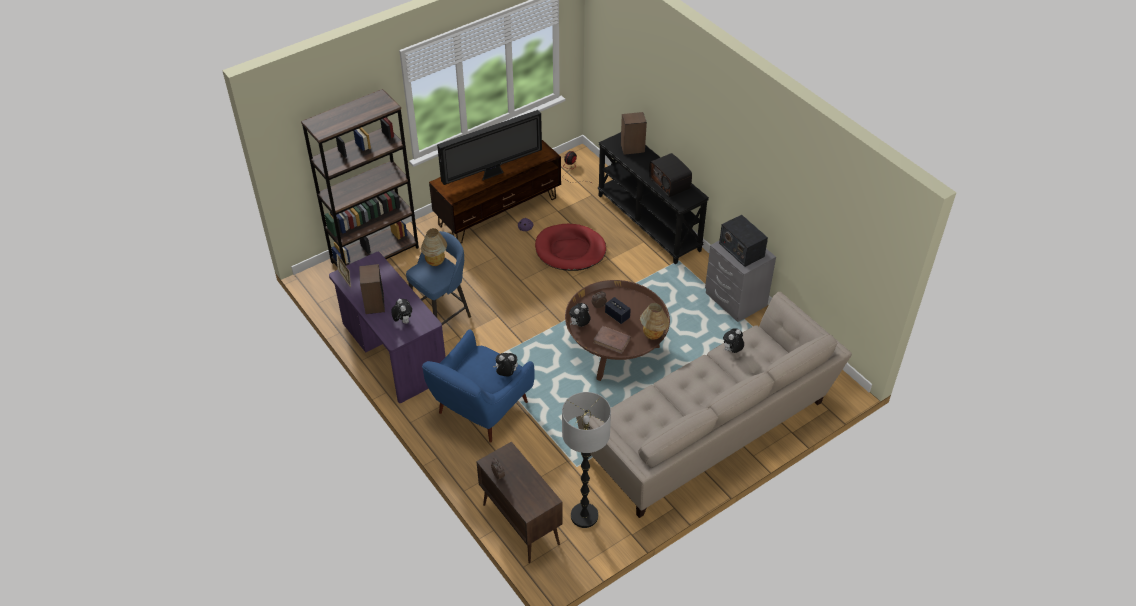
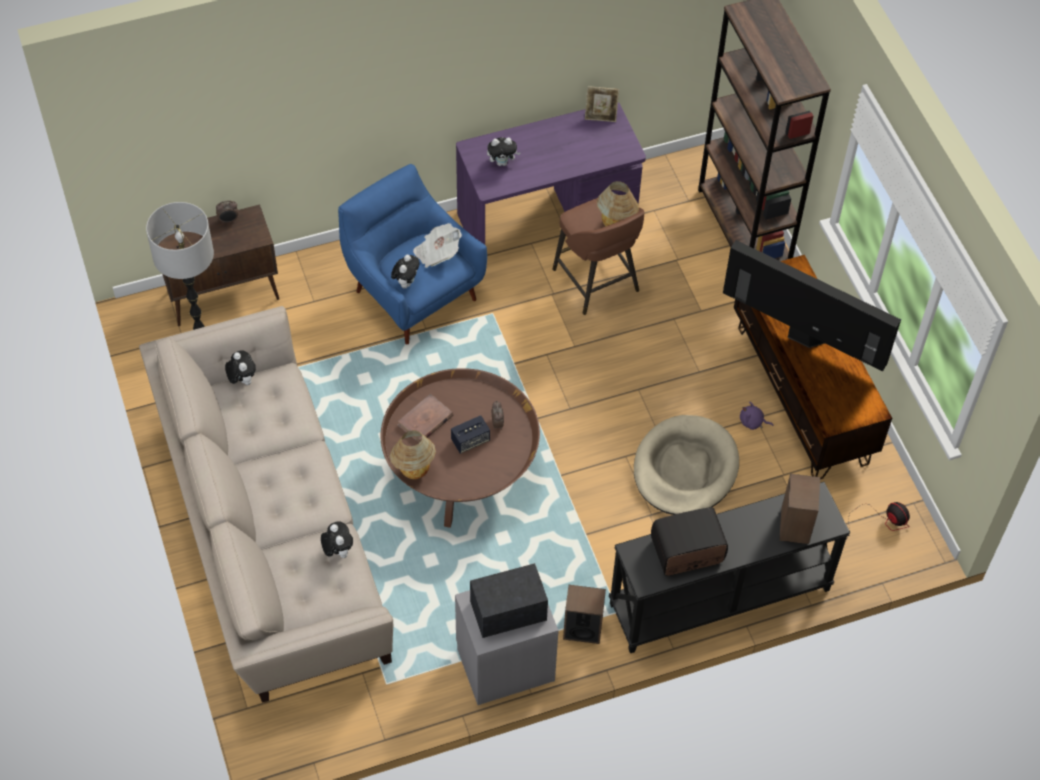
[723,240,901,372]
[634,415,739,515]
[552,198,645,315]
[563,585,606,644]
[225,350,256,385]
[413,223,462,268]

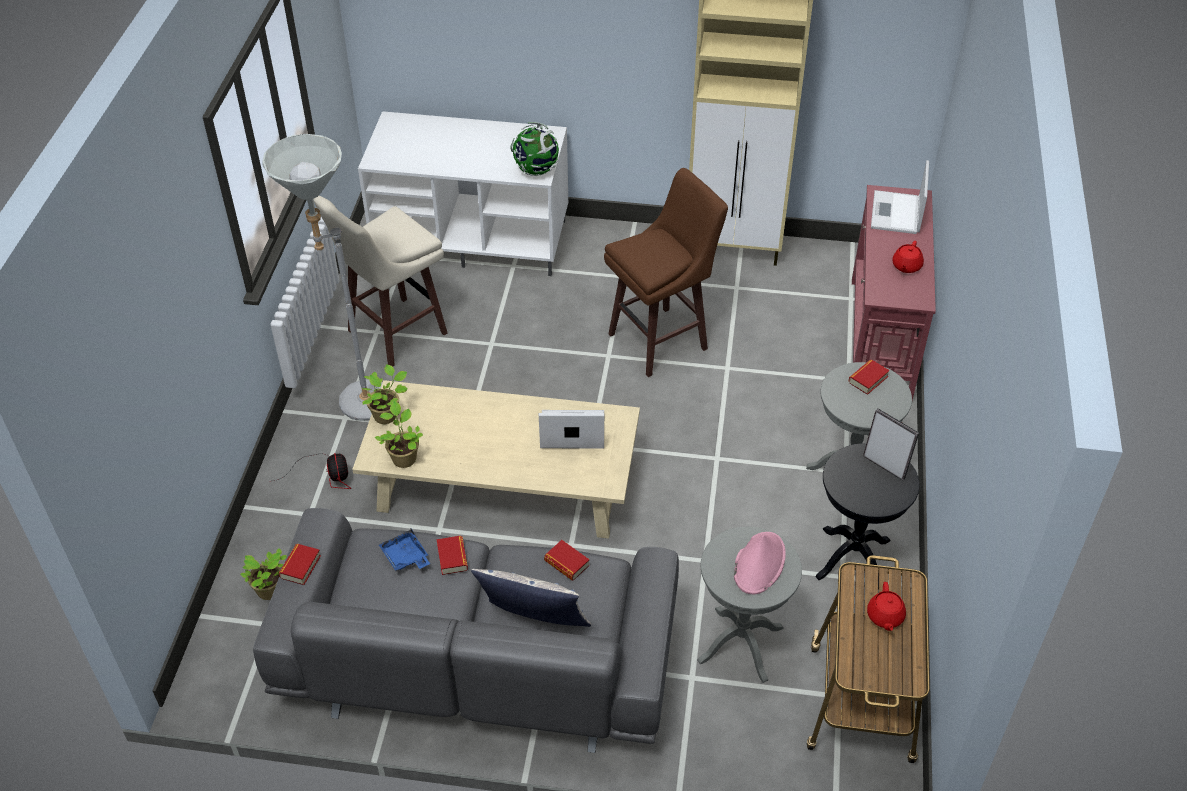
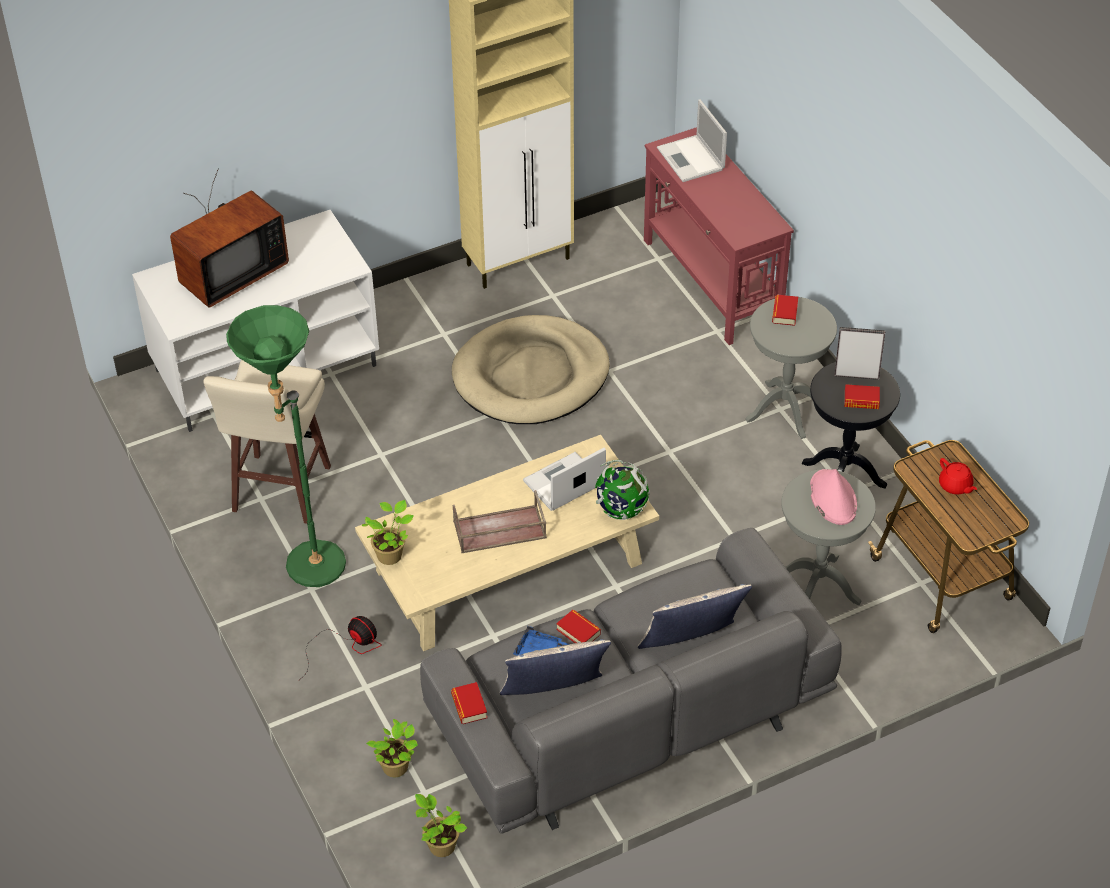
[595,460,650,520]
[226,305,346,587]
[452,315,610,424]
[892,241,924,273] (first image)
[415,794,467,857]
[844,384,880,409]
[170,169,289,307]
[453,490,547,553]
[500,639,611,695]

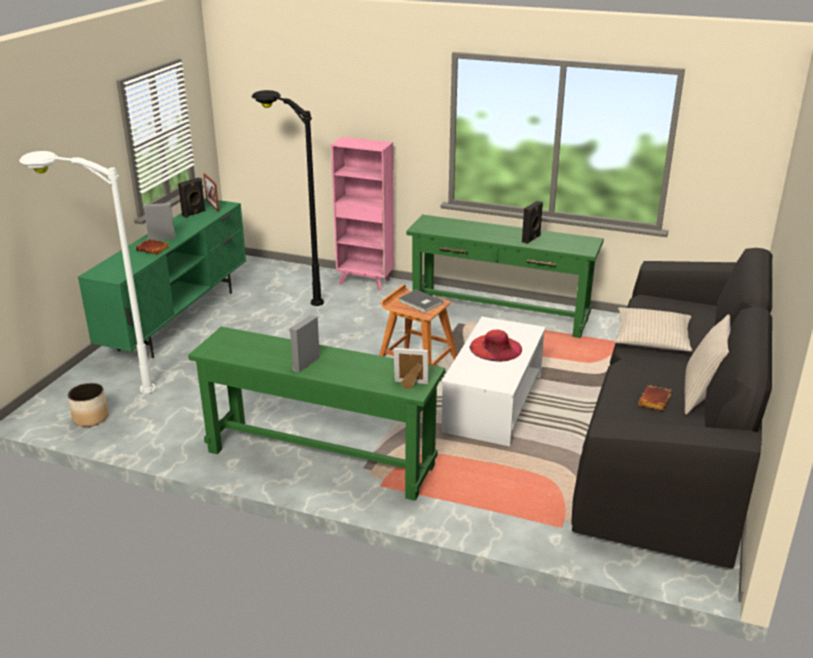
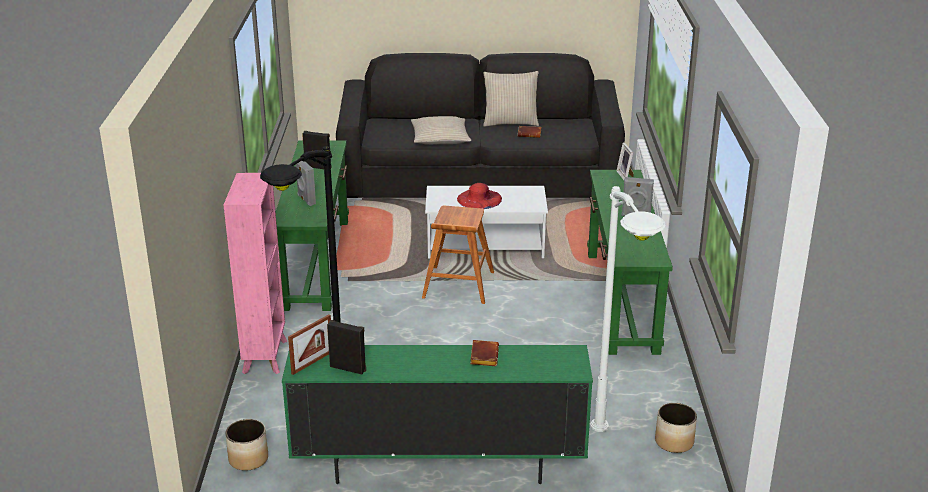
[295,159,316,206]
[398,290,443,313] (first image)
[225,419,268,471]

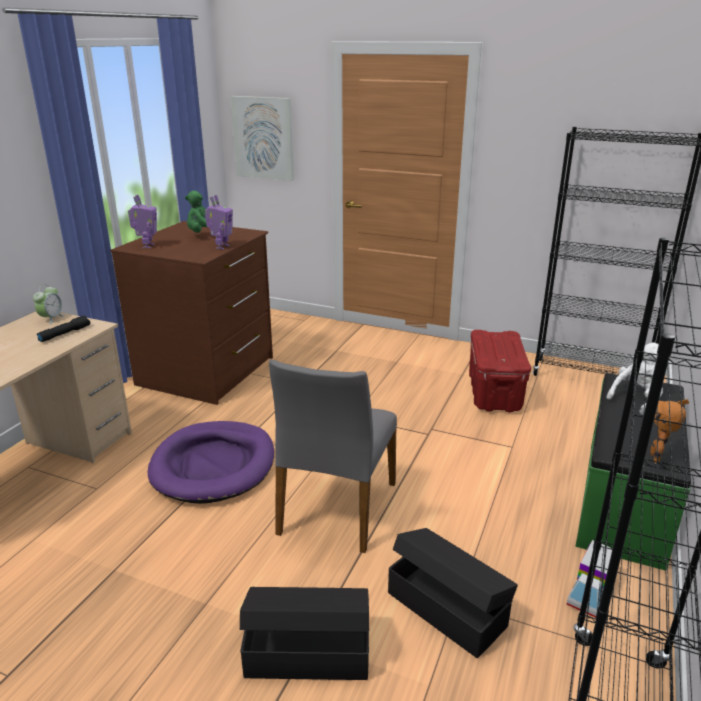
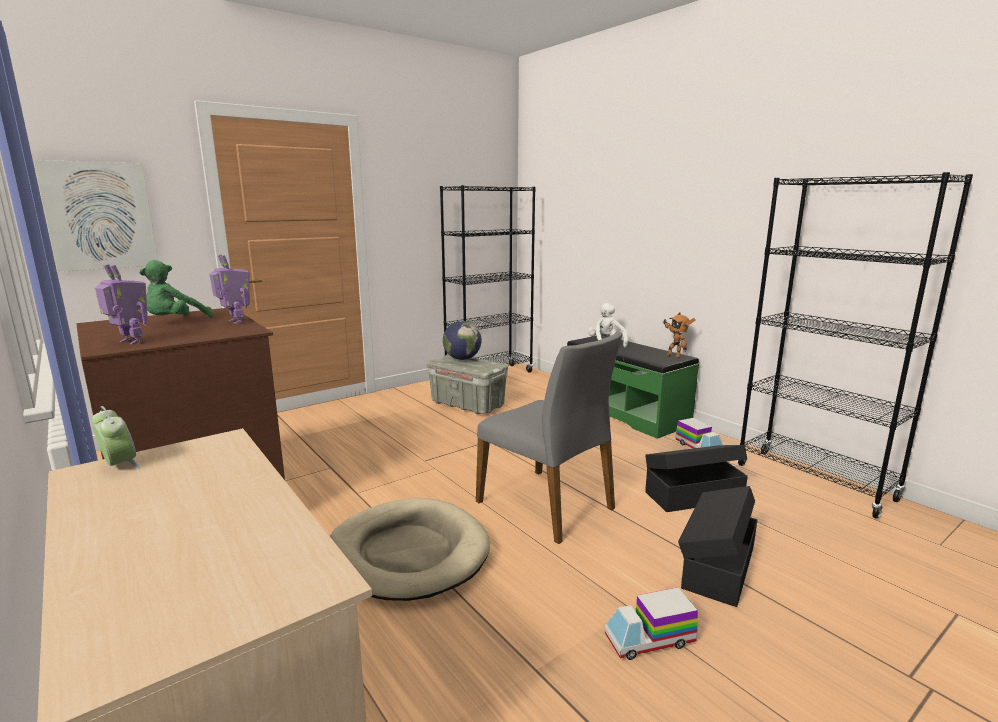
[37,315,90,342] (first image)
[427,354,508,414]
[330,498,490,601]
[443,321,482,360]
[604,587,698,660]

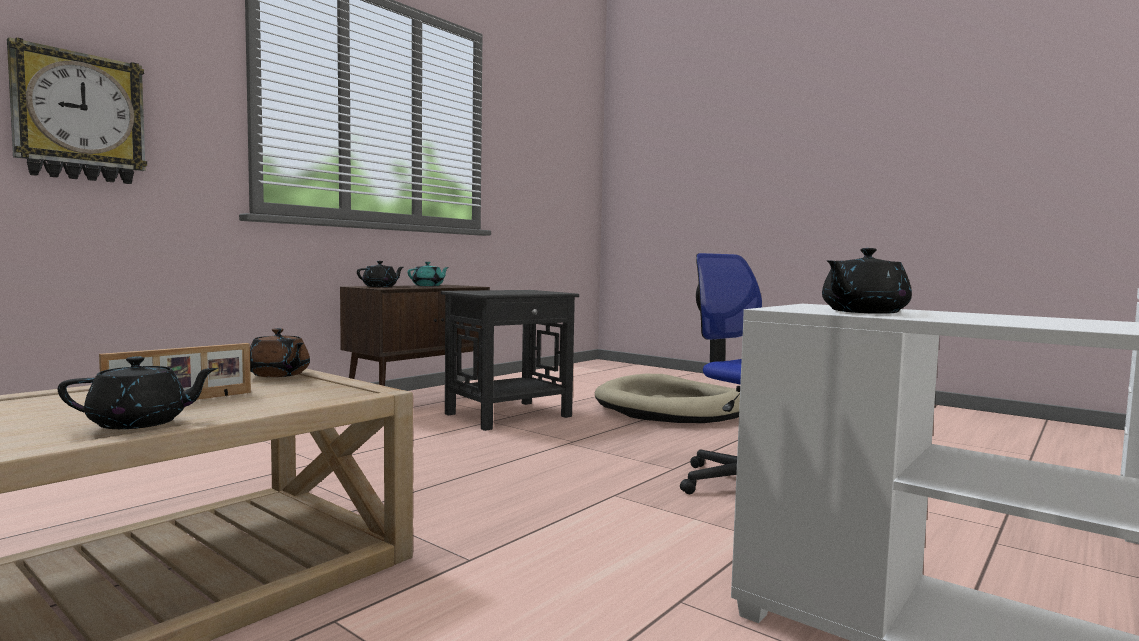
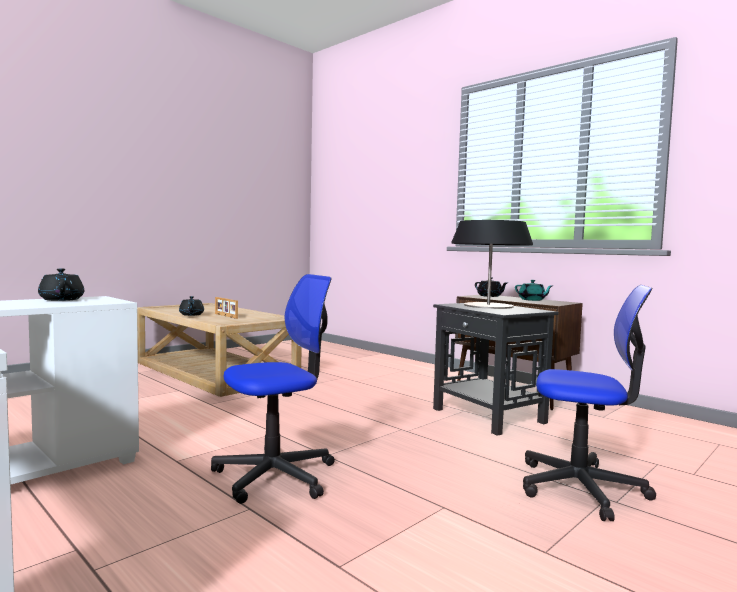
[7,37,147,184] (first image)
[250,328,310,377] (first image)
[523,285,656,521]
[451,220,533,309]

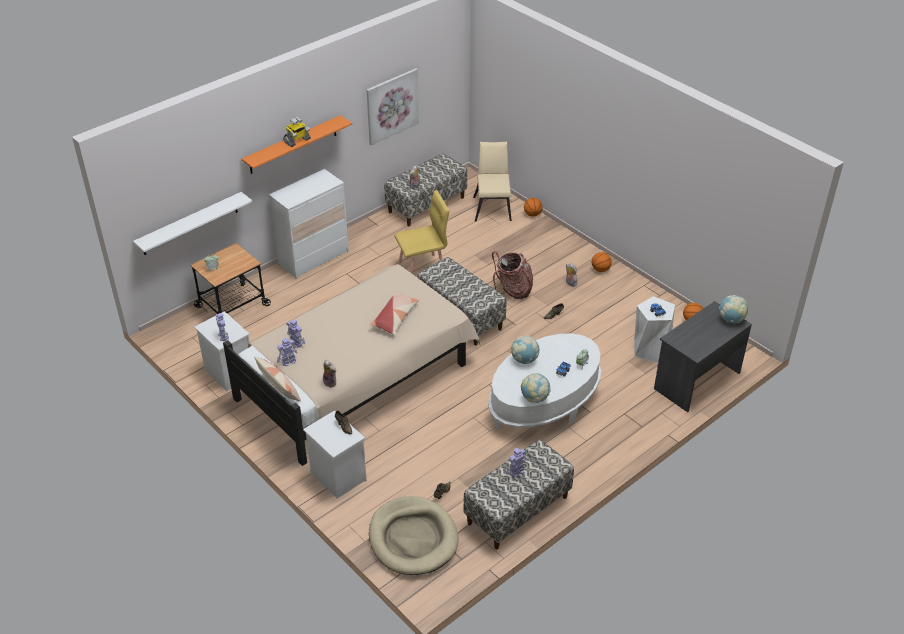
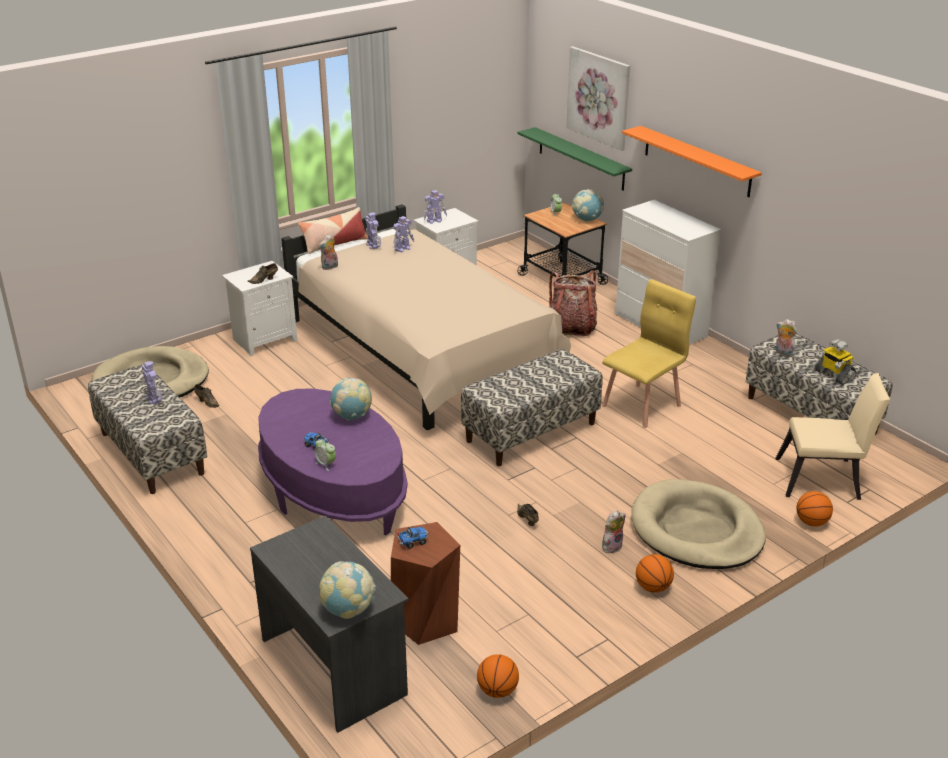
[566,46,630,151]
[814,339,857,385]
[602,279,696,428]
[517,127,632,191]
[549,270,597,336]
[370,291,419,335] (first image)
[391,522,460,645]
[258,388,408,536]
[572,189,604,222]
[631,479,766,569]

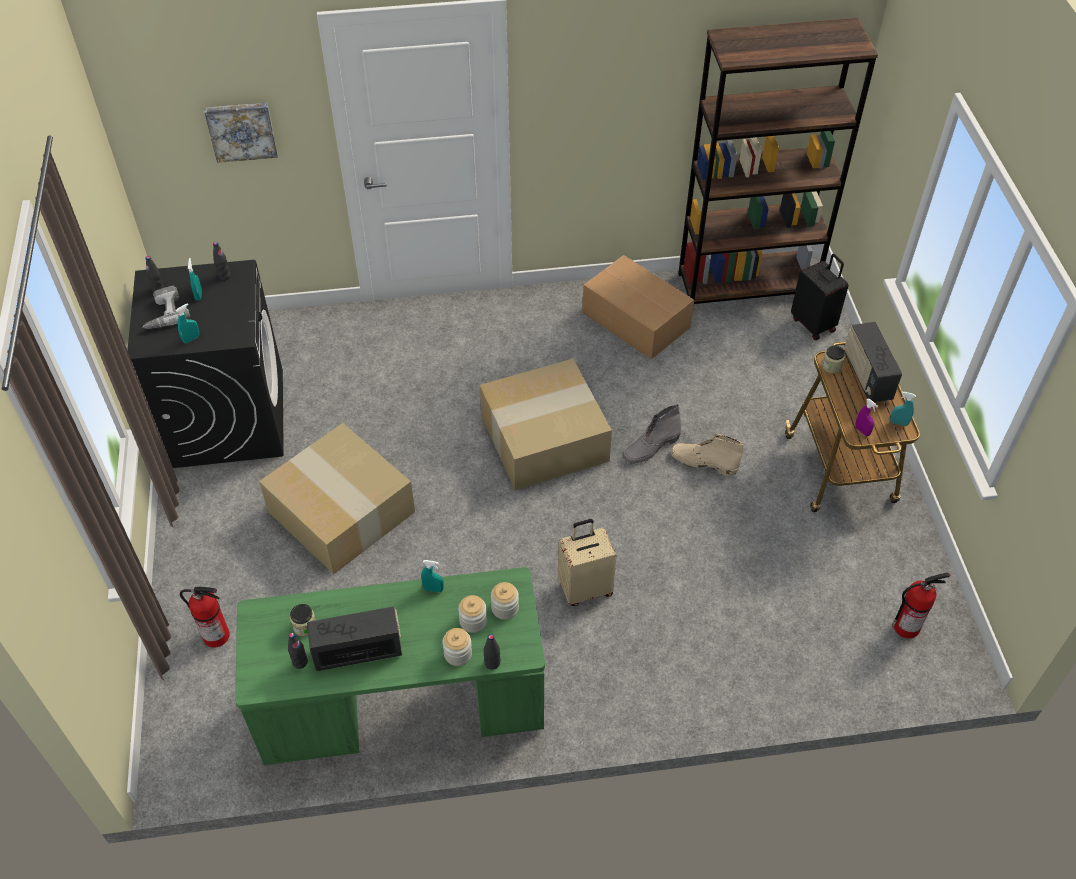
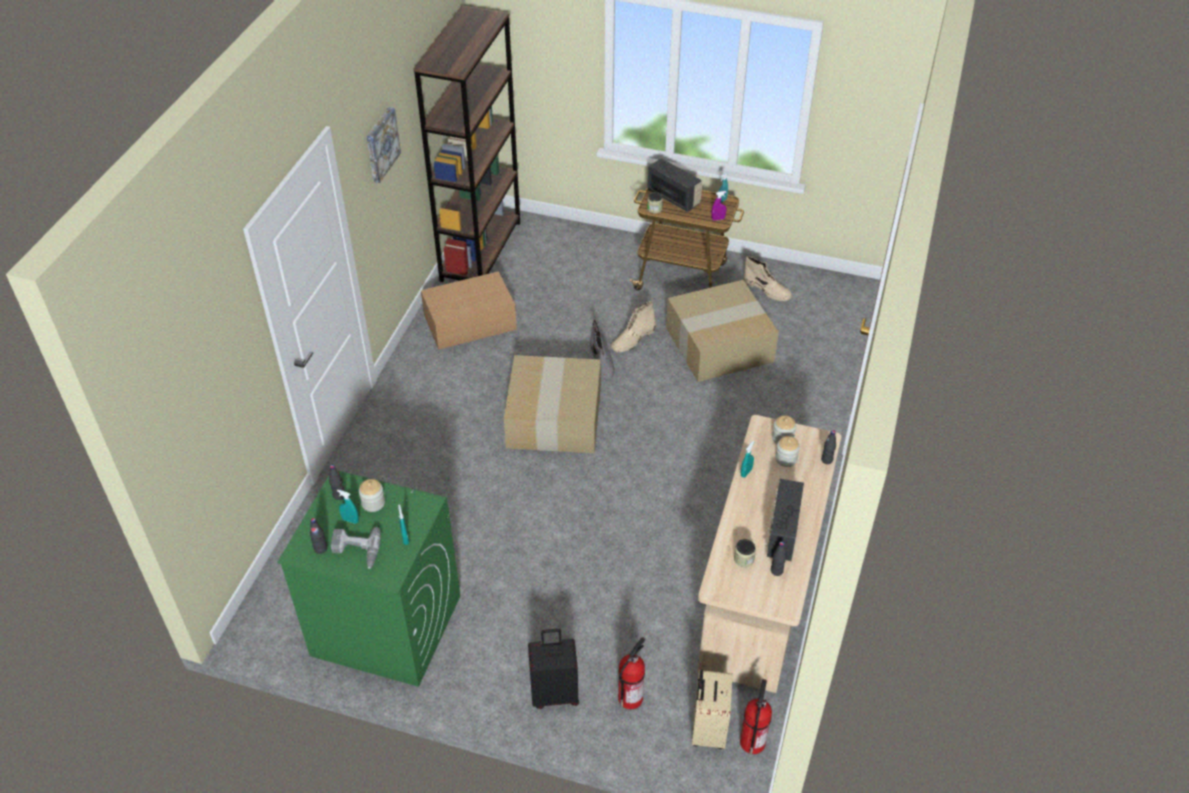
[366,107,401,183]
[528,629,579,709]
[277,470,460,687]
[648,158,702,212]
[666,280,779,382]
[692,670,733,749]
[698,415,841,693]
[740,679,772,754]
[359,479,385,512]
[744,256,792,301]

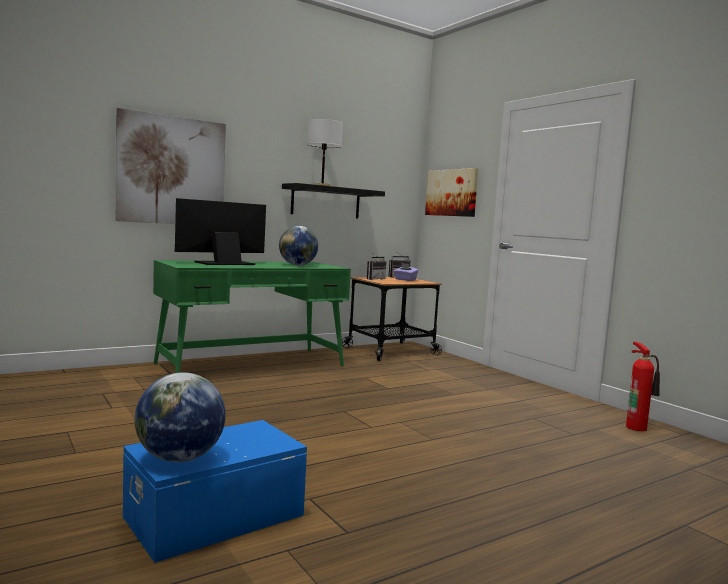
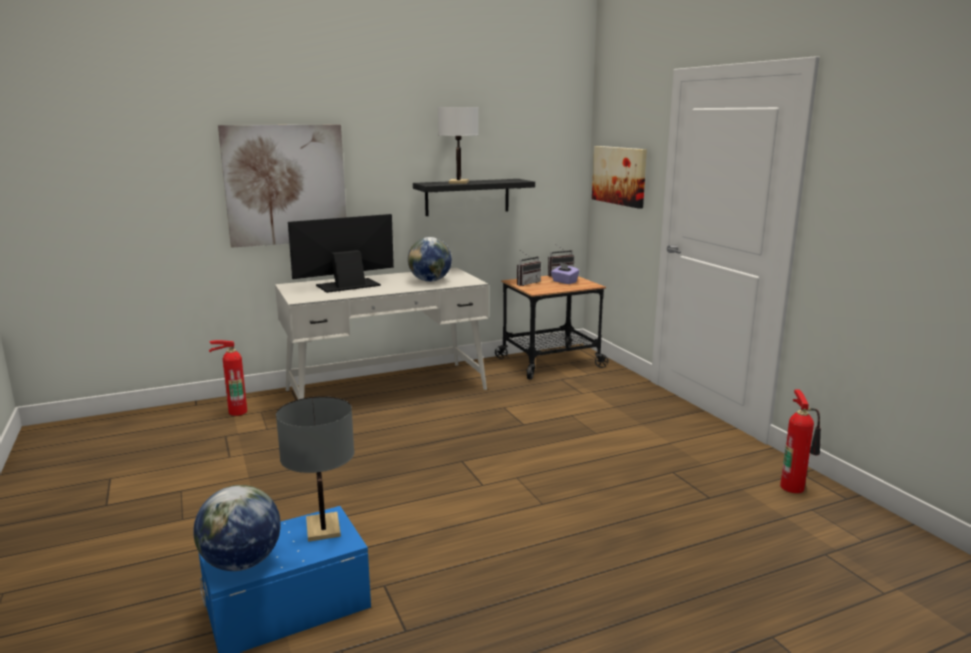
[275,268,489,399]
[209,340,247,416]
[276,396,354,542]

